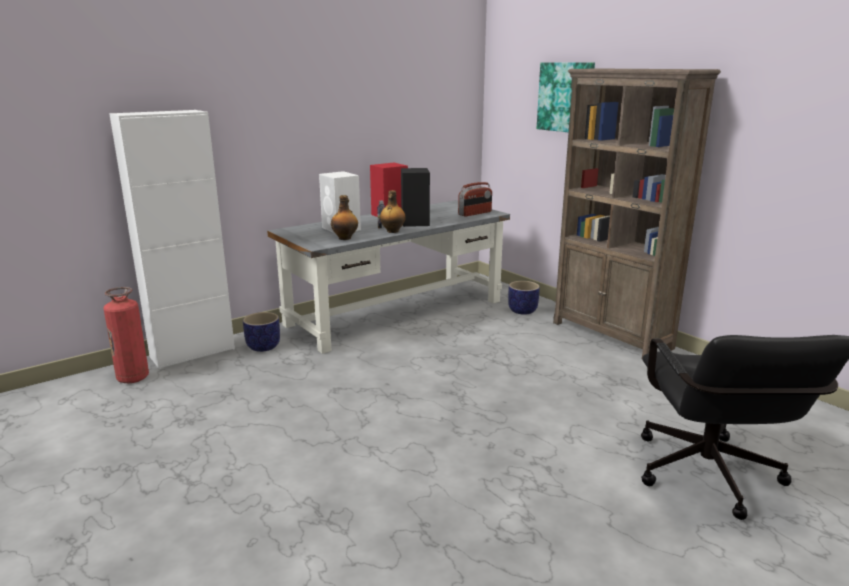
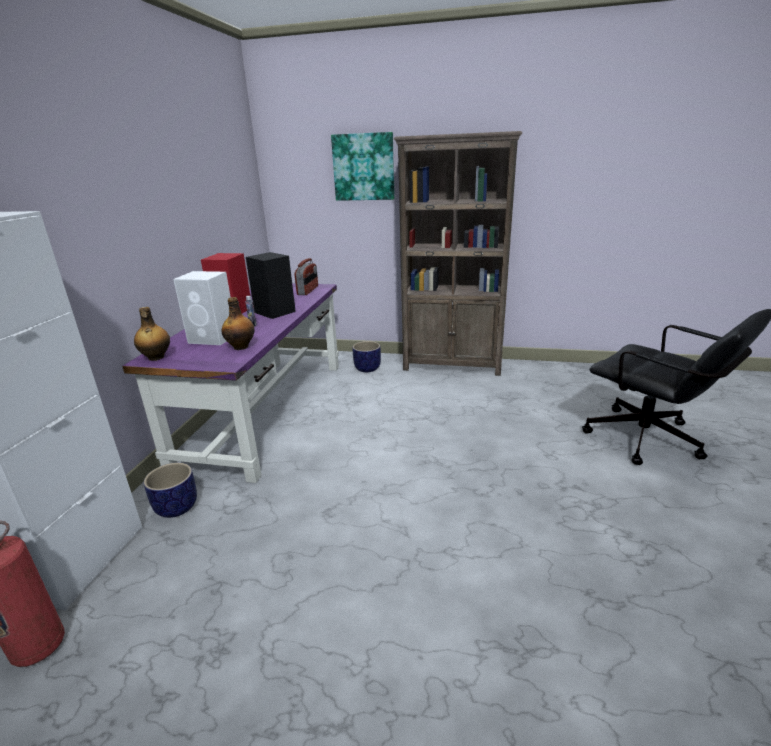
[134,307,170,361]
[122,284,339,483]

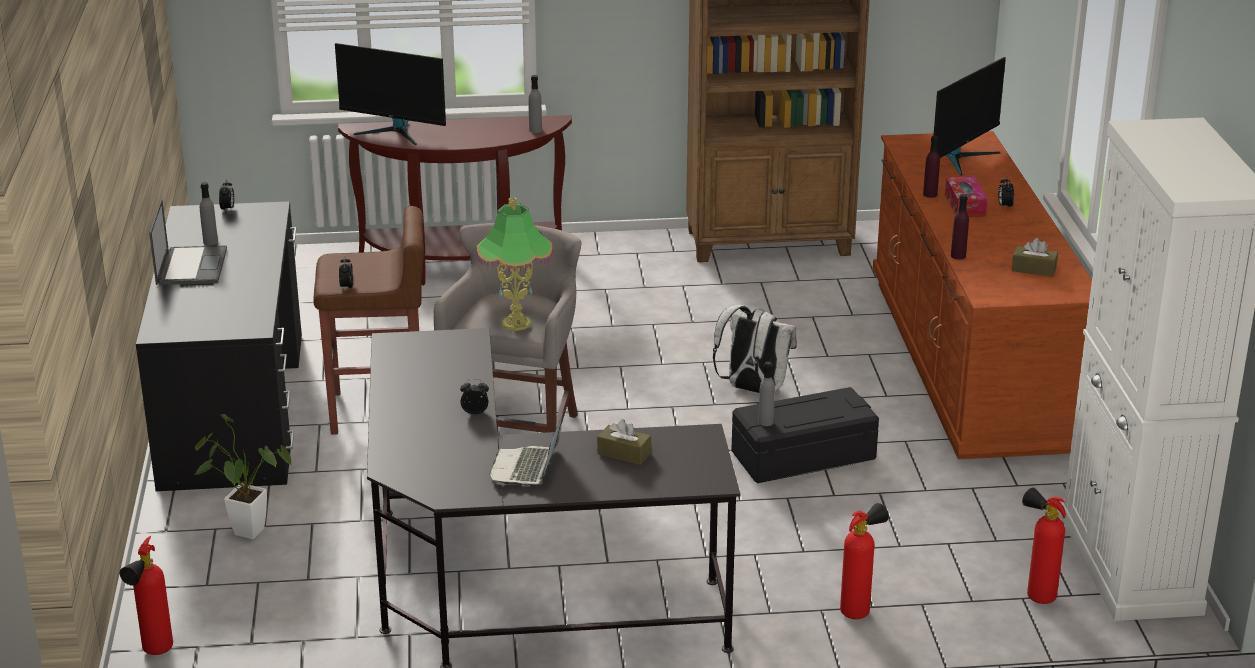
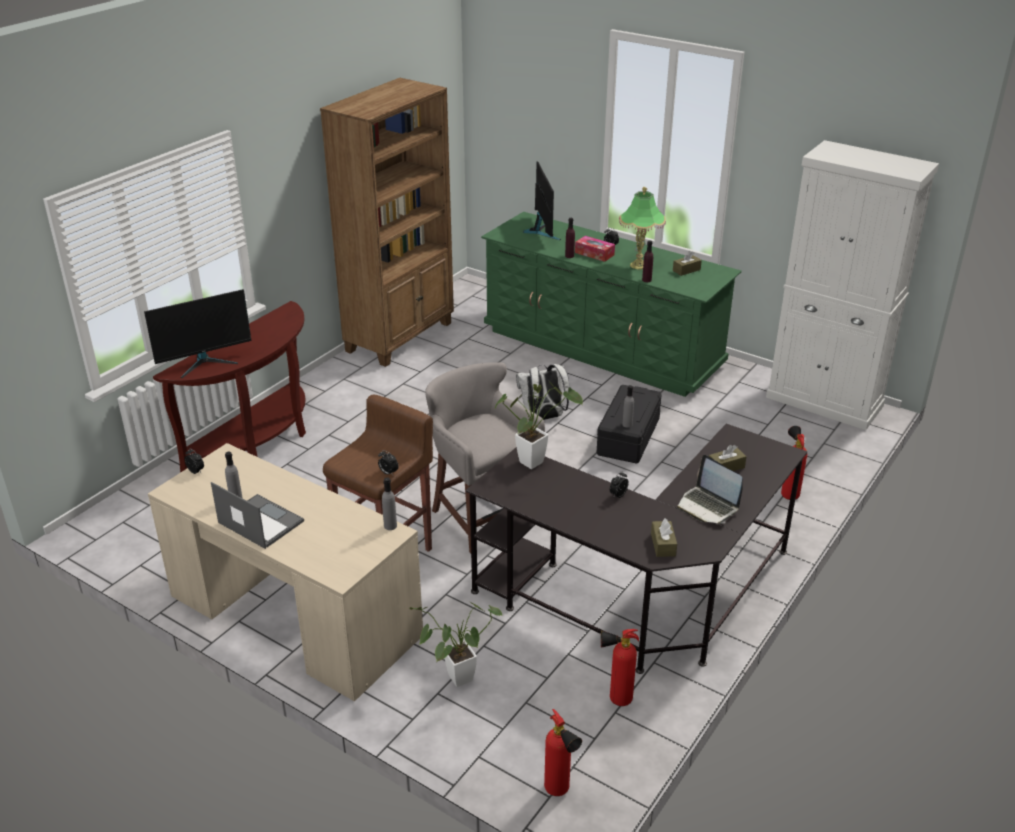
[382,478,397,530]
[481,212,742,397]
[619,187,666,270]
[148,443,423,702]
[601,629,639,706]
[495,382,583,469]
[651,518,677,557]

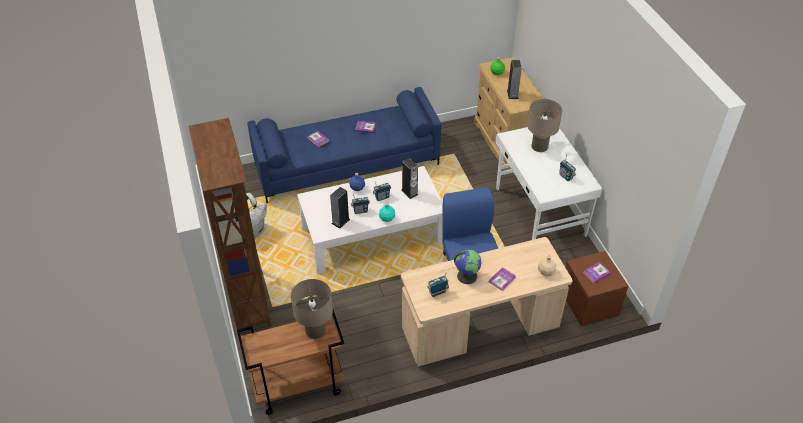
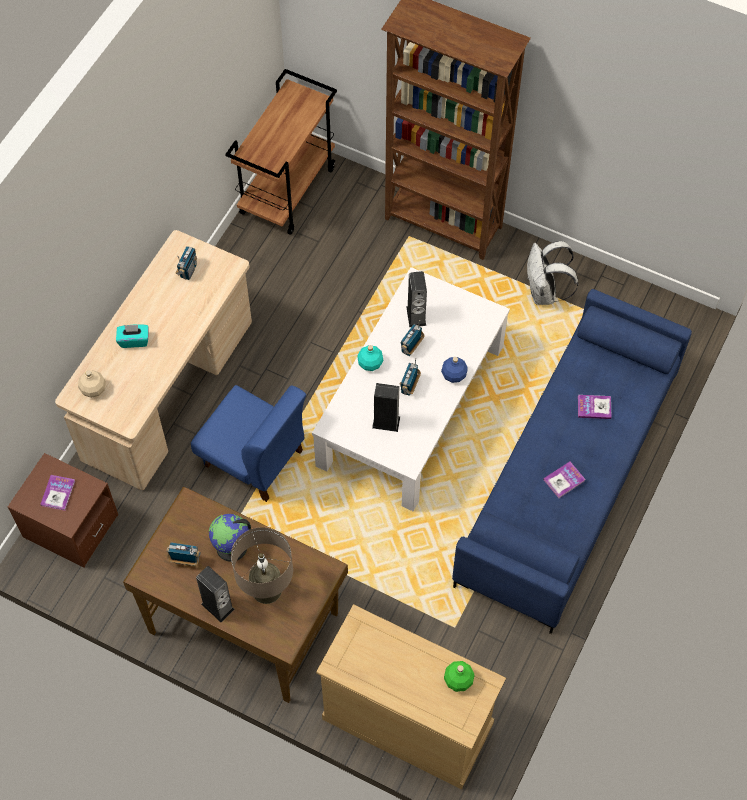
[196,566,235,622]
[123,487,348,703]
[209,514,251,562]
[116,324,148,348]
[291,279,333,339] (first image)

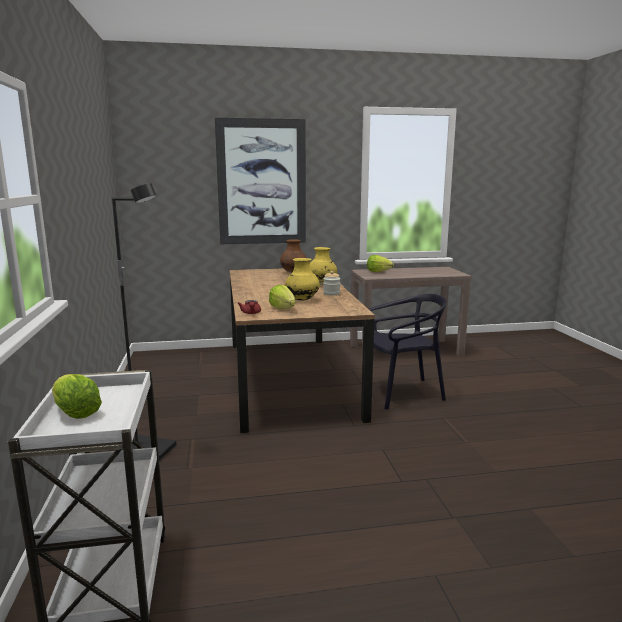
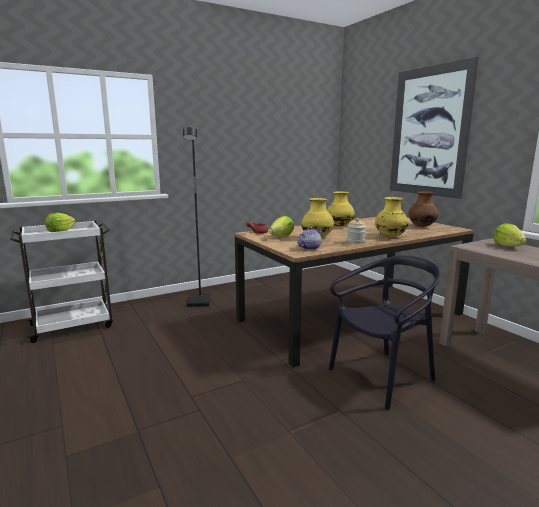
[329,256,440,410]
[327,191,355,226]
[297,227,322,250]

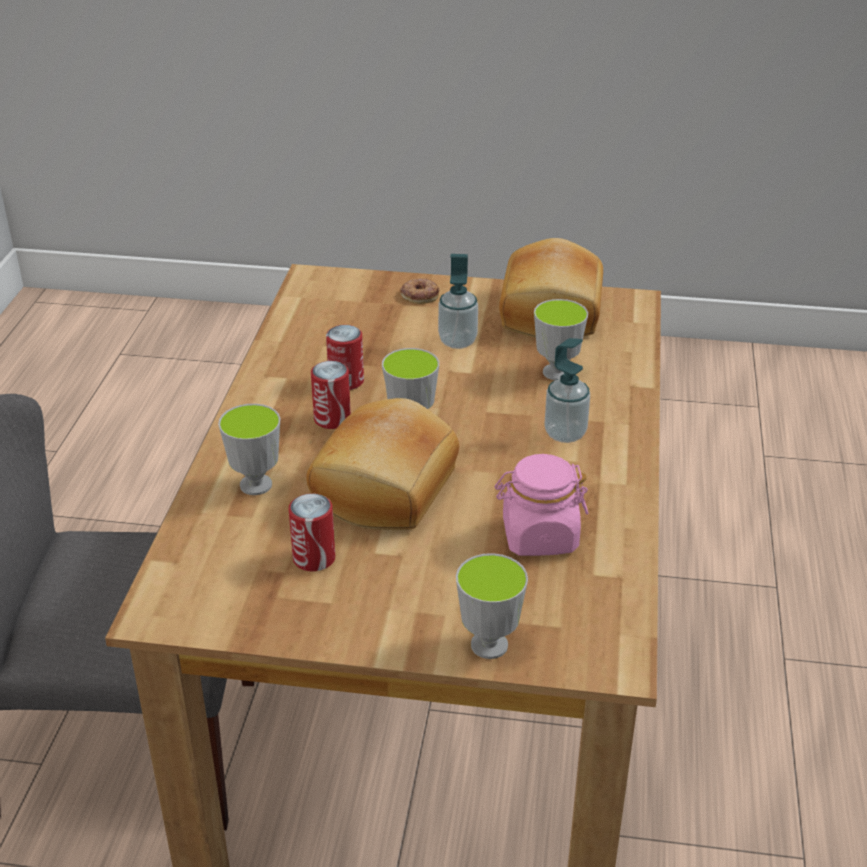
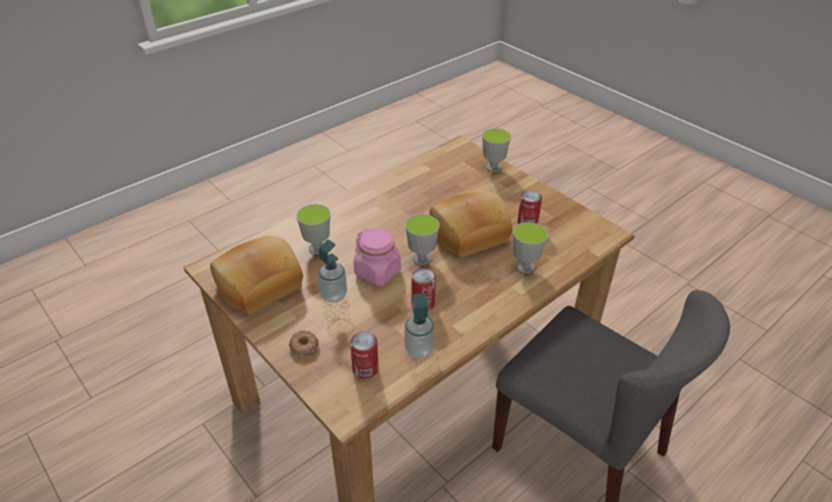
[404,293,434,358]
[350,332,379,379]
[354,228,401,286]

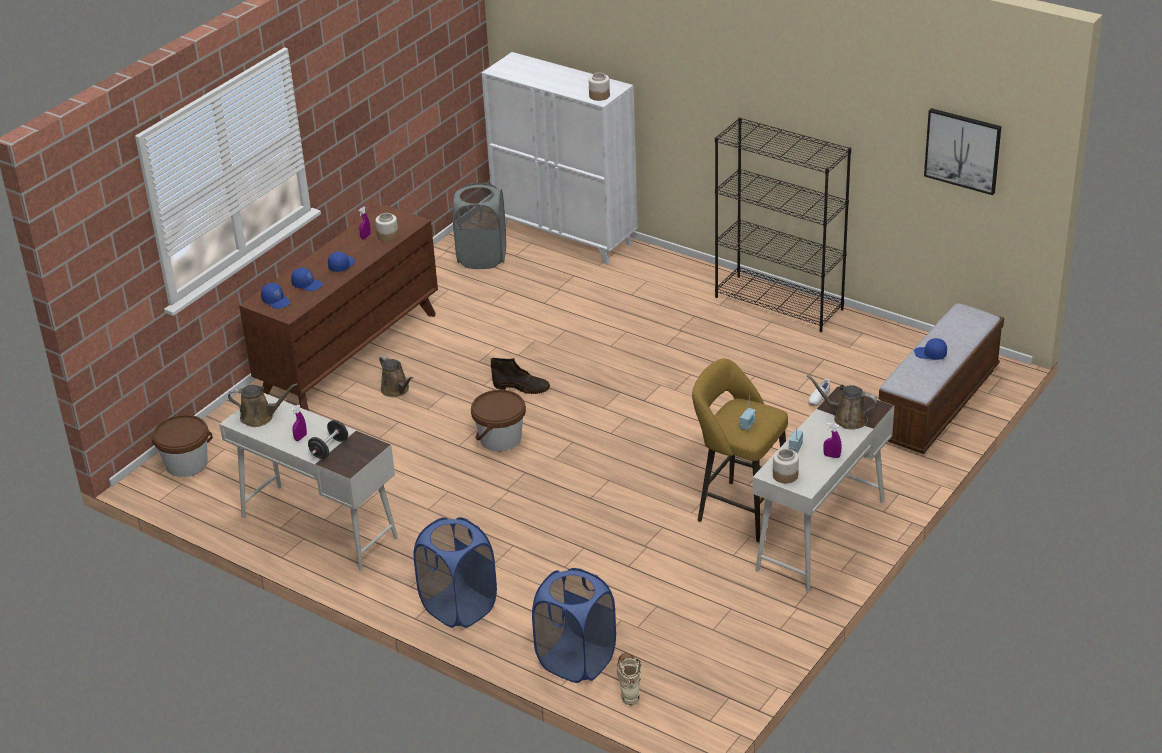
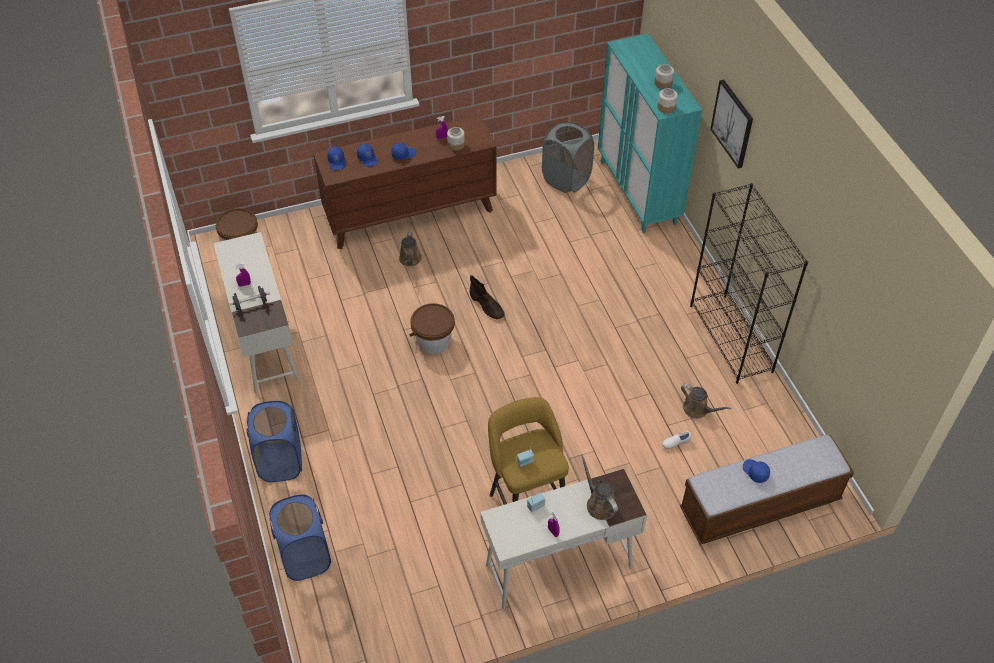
[598,34,702,233]
[710,79,753,168]
[681,384,731,419]
[655,64,674,89]
[617,653,641,705] (first image)

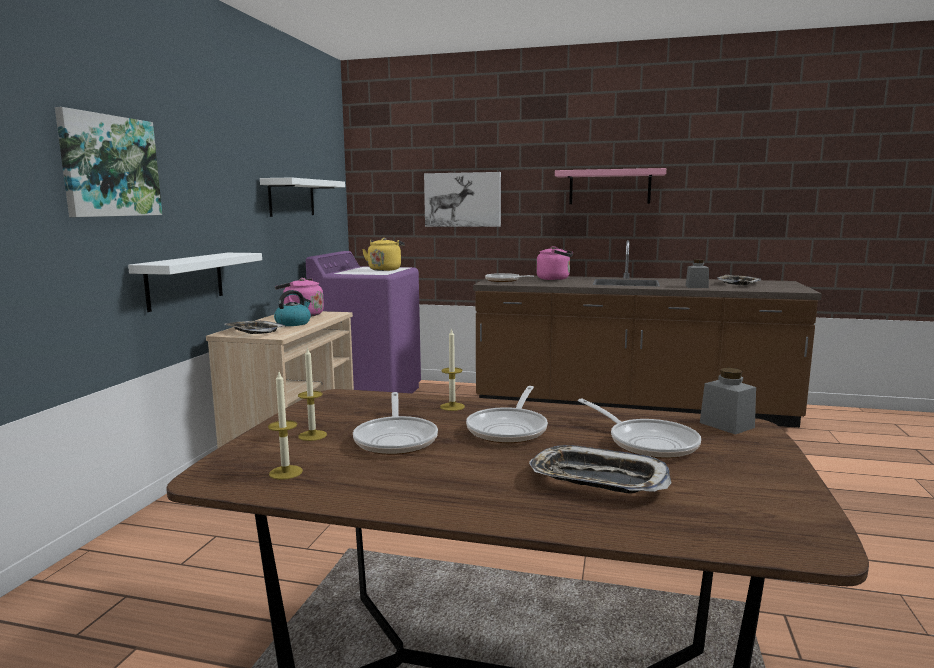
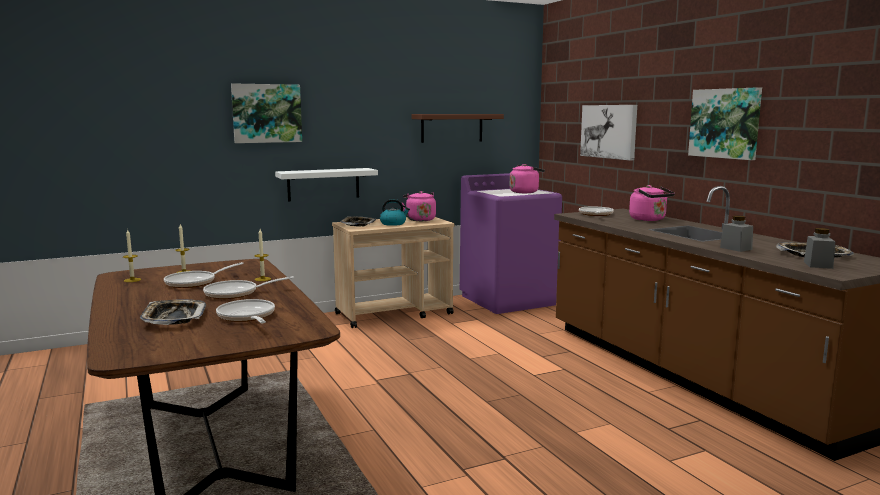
[688,87,762,160]
[411,114,504,143]
[510,164,545,193]
[804,228,835,269]
[216,299,275,323]

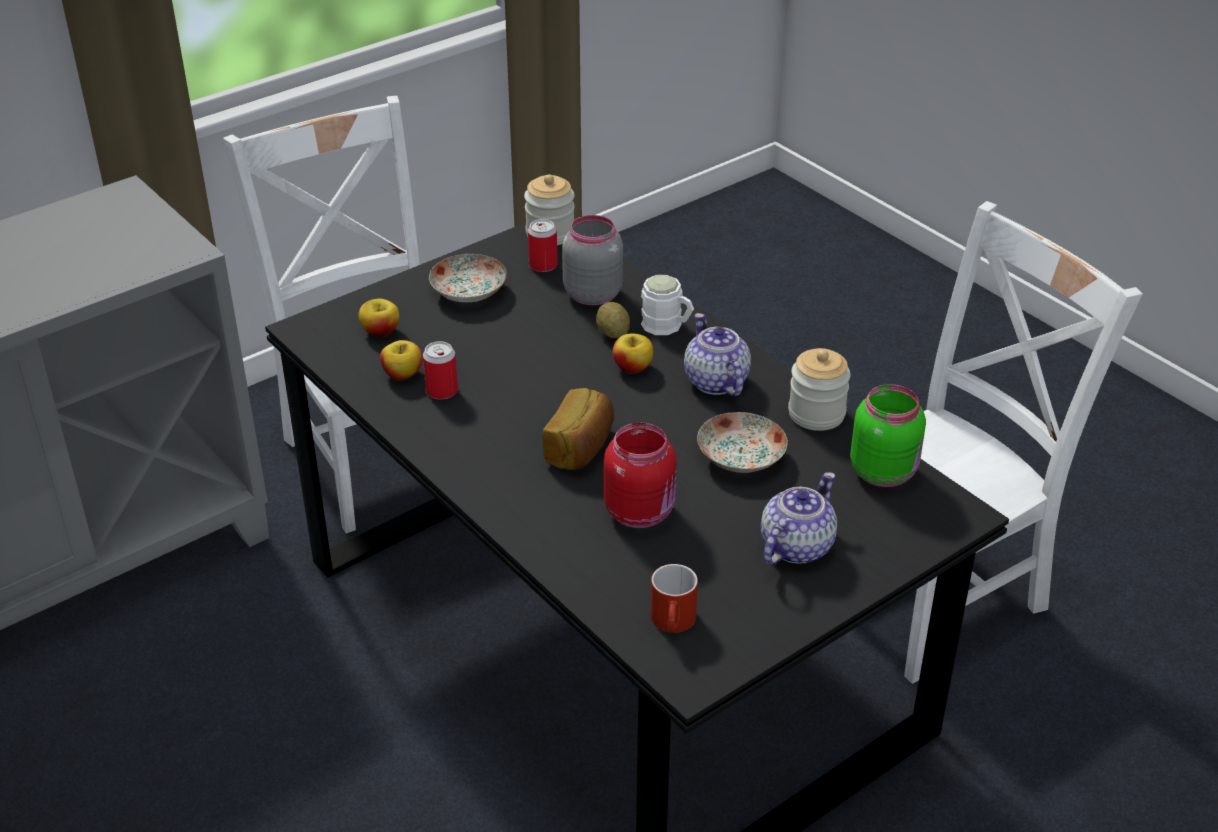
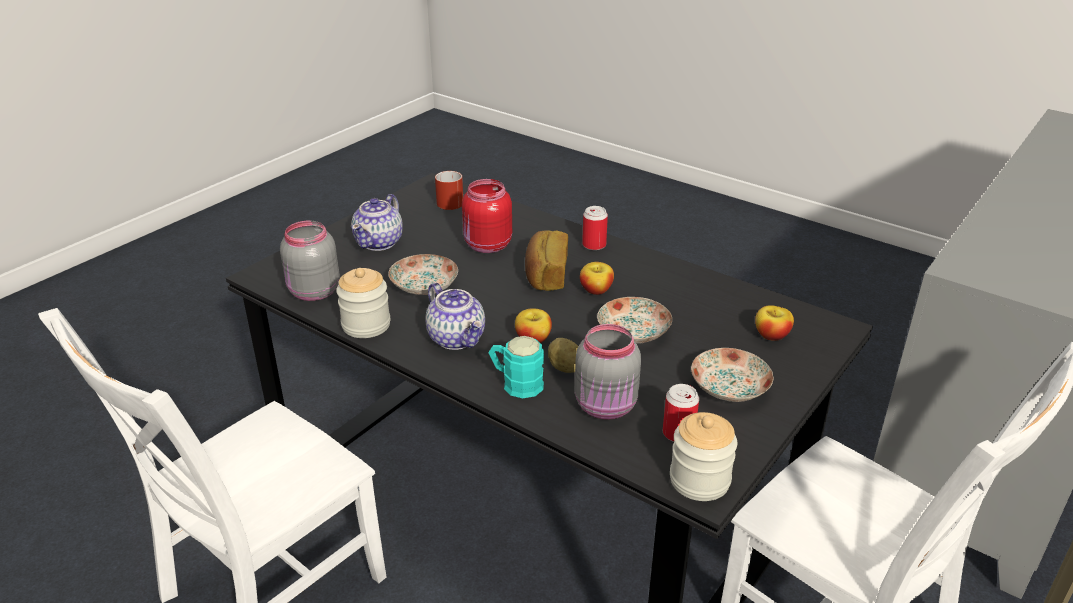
[488,336,544,398]
[580,262,614,295]
[582,206,608,250]
[280,221,340,301]
[597,297,672,344]

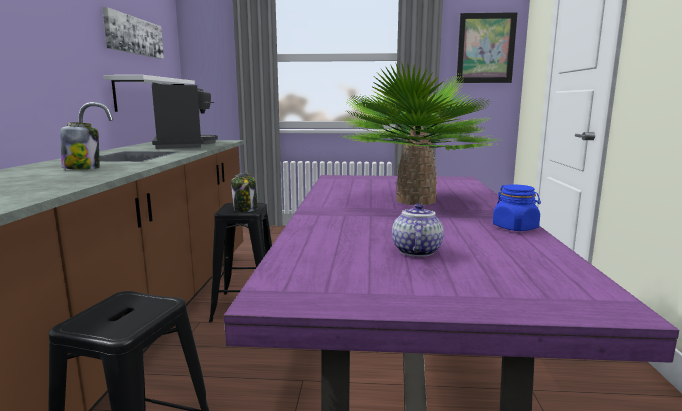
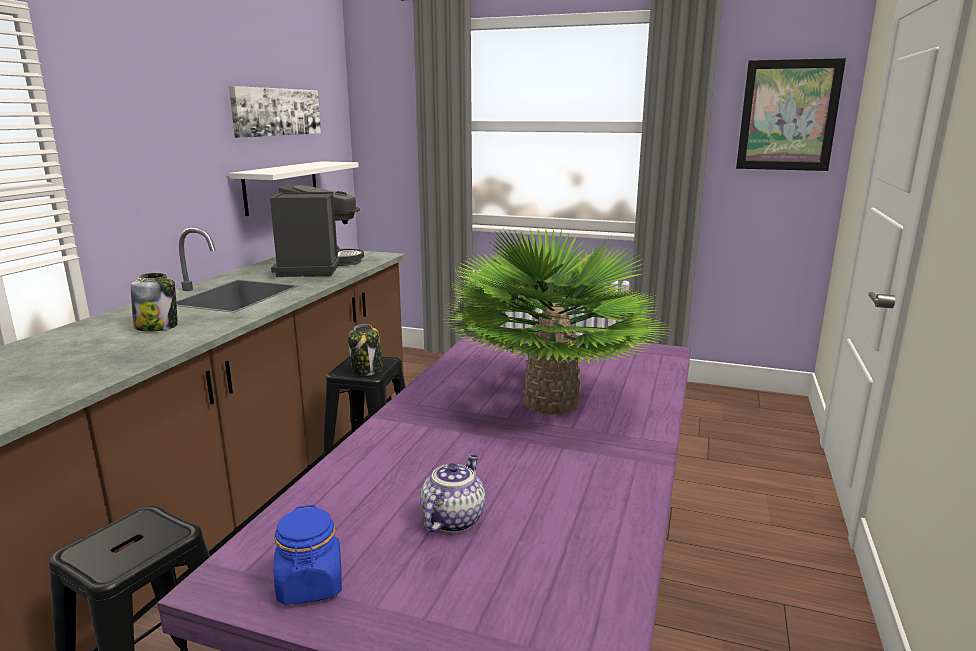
[274,505,342,605]

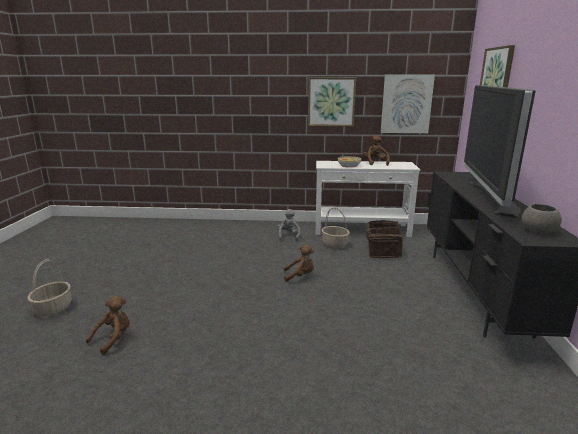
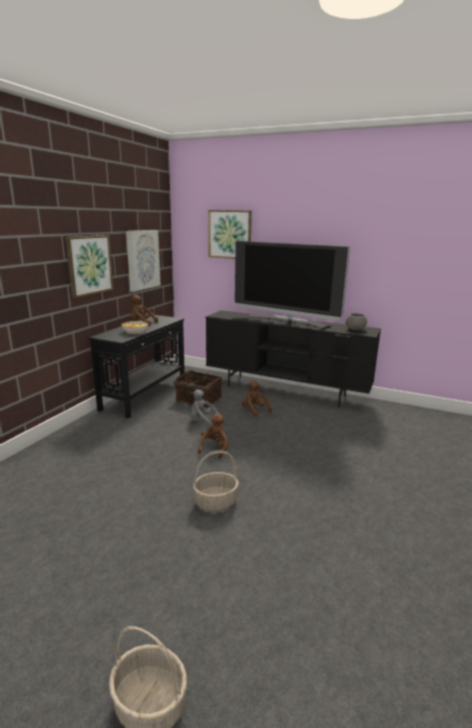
[89,315,185,419]
[193,450,239,512]
[190,390,220,426]
[241,381,272,416]

